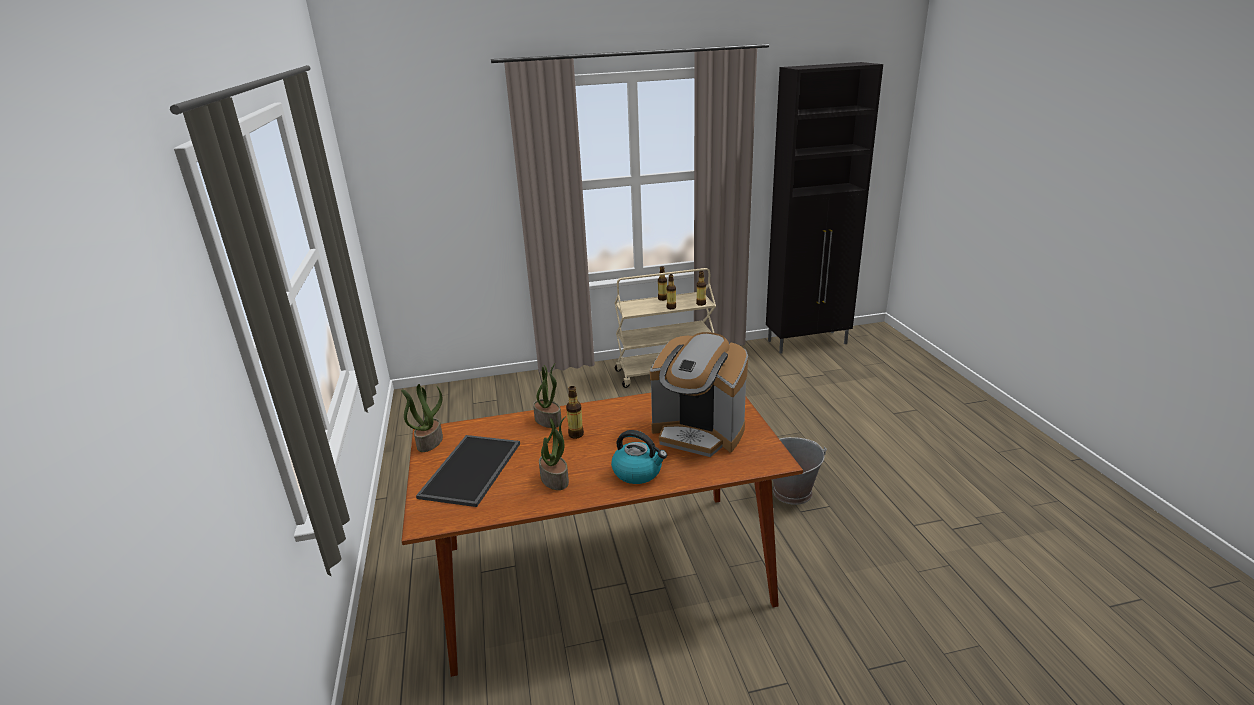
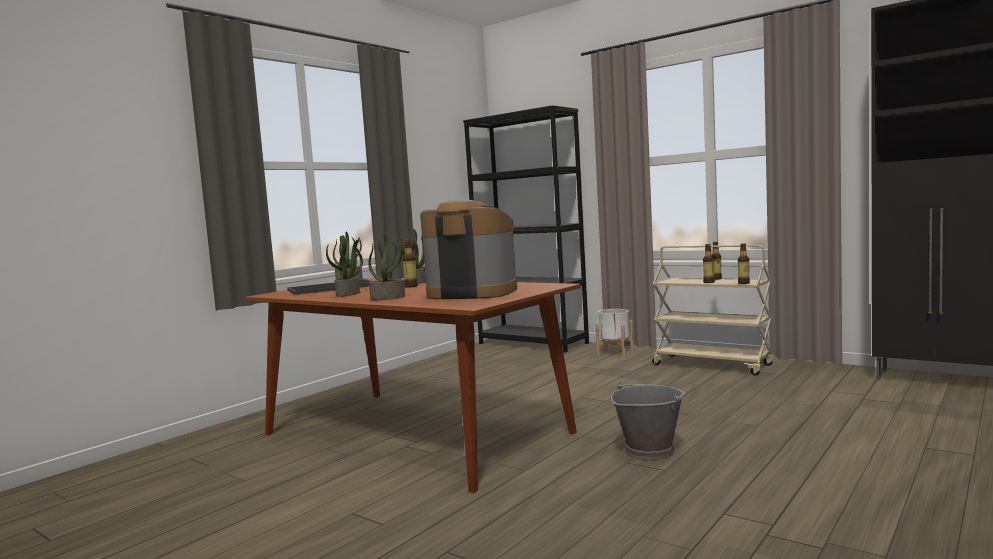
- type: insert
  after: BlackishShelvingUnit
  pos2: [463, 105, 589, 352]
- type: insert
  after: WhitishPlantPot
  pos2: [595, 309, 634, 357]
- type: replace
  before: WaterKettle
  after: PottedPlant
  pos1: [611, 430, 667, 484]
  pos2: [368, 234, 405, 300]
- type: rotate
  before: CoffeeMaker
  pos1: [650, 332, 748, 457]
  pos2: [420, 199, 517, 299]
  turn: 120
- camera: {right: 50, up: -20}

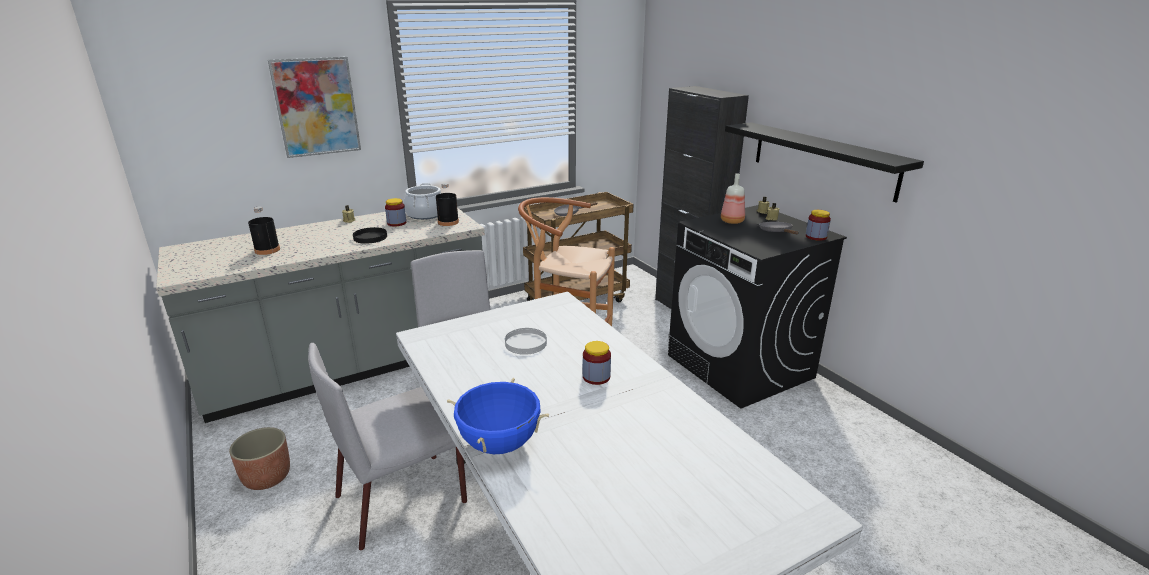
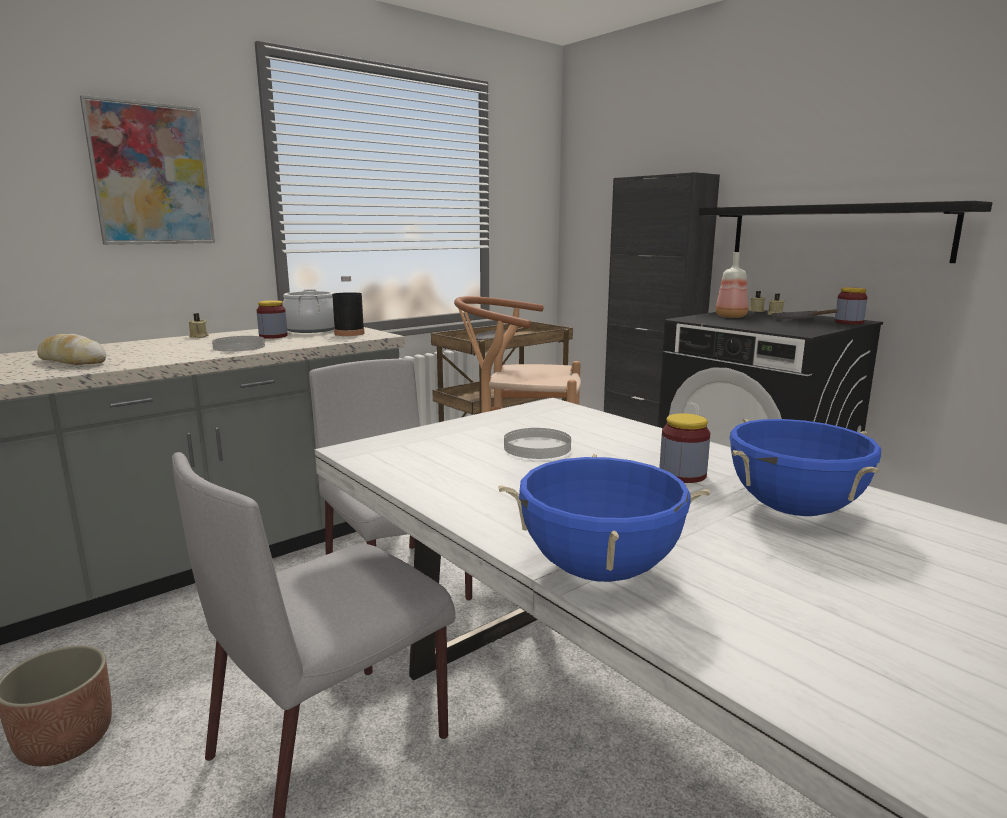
- type: insert
  after: BlueSaucepot
  pos2: [729, 419, 881, 516]
- type: replace
  before: BlackishDrinkBottle
  after: BakedBread
  pos1: [248, 207, 280, 255]
  pos2: [37, 334, 106, 365]
- type: recolor
  before: BlackishPlate
  after: WhitishPlate
  pos1: [353, 227, 387, 244]
  pos2: [212, 336, 265, 352]
- camera: {right: -10, up: -10}

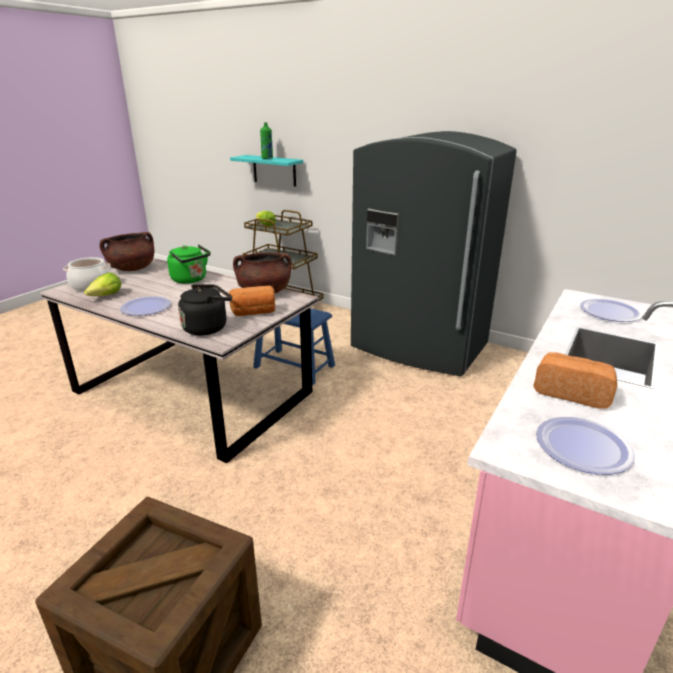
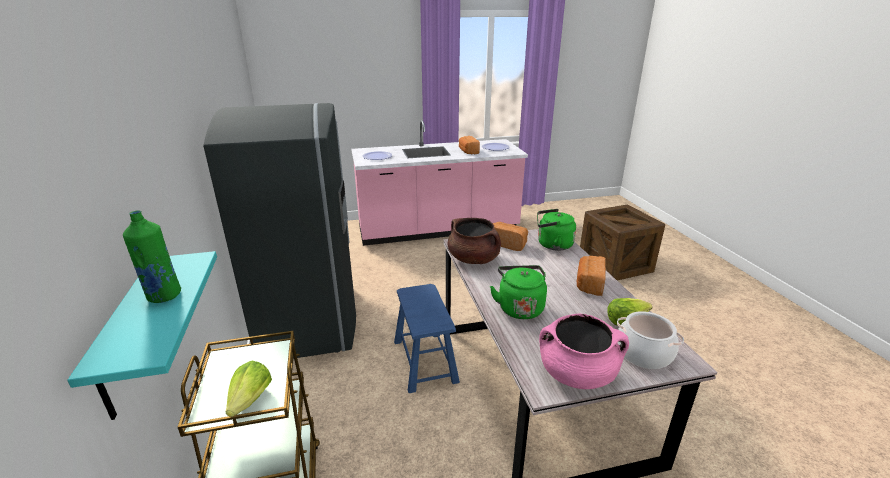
- type: replace
  before: Plate
  after: BakedBread
  pos1: [120, 296, 171, 316]
  pos2: [577, 256, 606, 296]
- type: recolor
  before: BrownishSaucepot
  after: PinkColouredSaucepot
  pos1: [100, 232, 154, 271]
  pos2: [539, 314, 629, 389]
- type: recolor
  before: BlackishWaterKettle
  after: GreenColouredWaterKettle
  pos1: [178, 284, 232, 336]
  pos2: [537, 209, 576, 251]
- camera: {right: -135, up: 0}

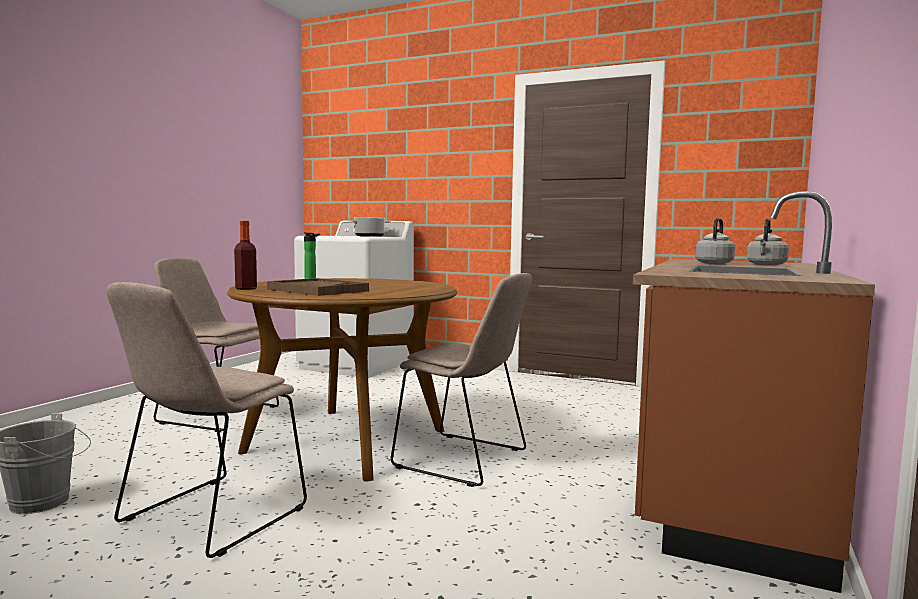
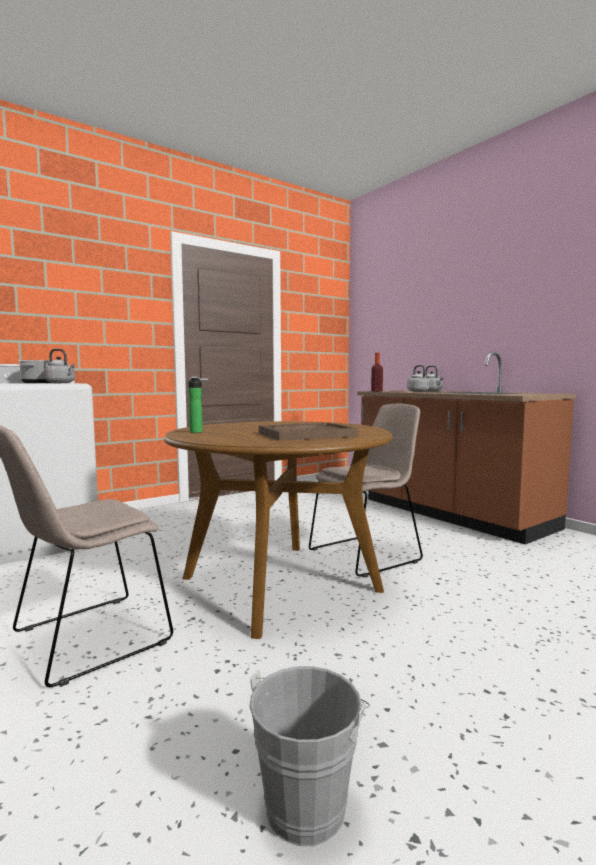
- type: delete
  before: BeigeUprightChair
  pos1: [106, 282, 307, 558]
- type: insert
  after: GrayWaterKettle
  pos2: [44, 349, 75, 383]
- type: move
  before: DrinkBottle
  pos1: [234, 221, 257, 290]
  pos2: [371, 353, 383, 391]
- camera: {right: -60, up: 0}

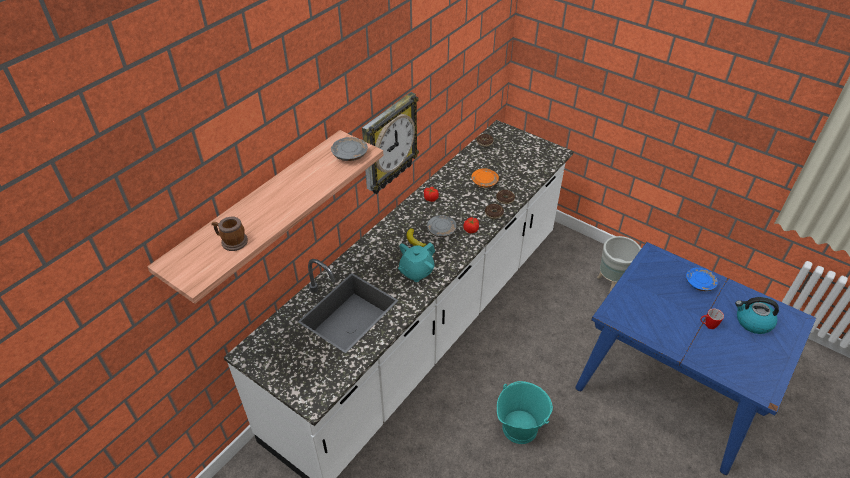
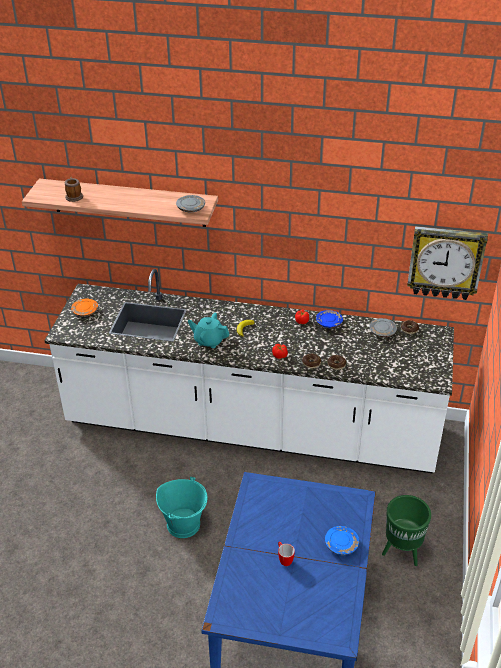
- type: delete
  before: WaterKettle
  pos1: [735, 297, 779, 334]
- type: insert
  after: BluePlate
  pos2: [316, 310, 343, 328]
- type: move
  before: ClockOnTheWall
  pos1: [362, 92, 419, 194]
  pos2: [407, 226, 488, 300]
- type: move
  before: GrayPlate
  pos1: [427, 215, 457, 237]
  pos2: [369, 318, 397, 337]
- type: move
  before: OrangeColouredPlate
  pos1: [472, 168, 499, 188]
  pos2: [71, 299, 98, 317]
- type: recolor
  before: GrayPlantPot
  after: GreenColouredPlantPot
  pos1: [597, 236, 641, 293]
  pos2: [382, 495, 431, 566]
- camera: {right: 65, up: -5}

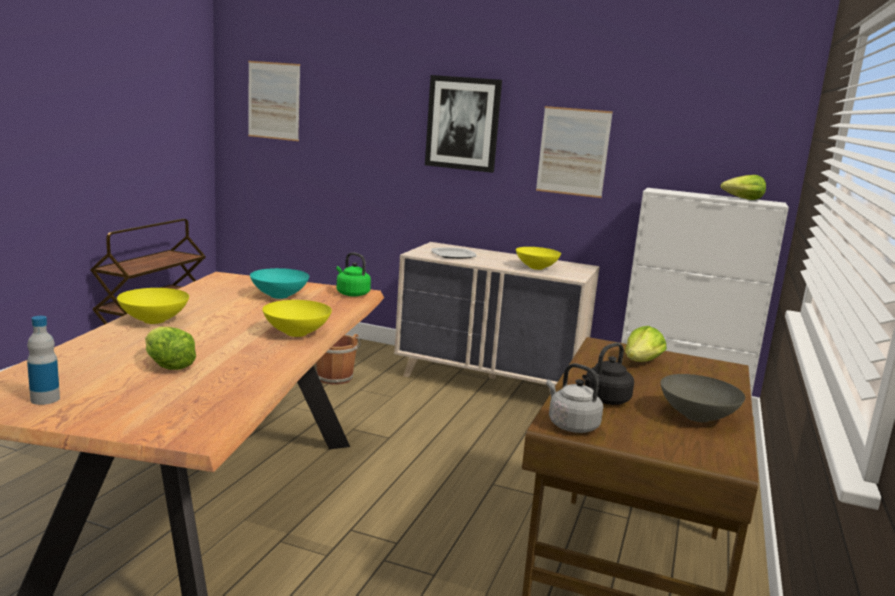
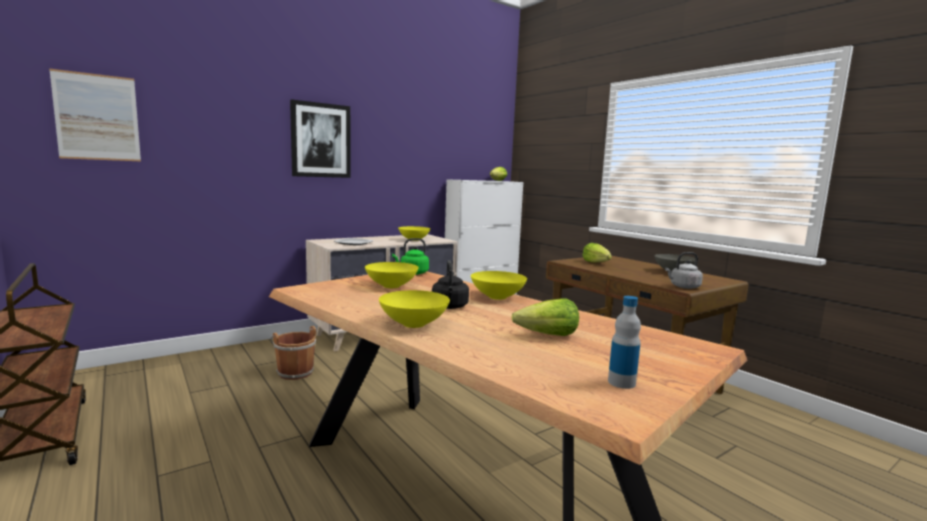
- type: delete
  before: WallArt
  pos1: [536, 106, 613, 198]
- type: move
  before: BlackishWaterKettle
  pos1: [582, 343, 634, 405]
  pos2: [432, 260, 469, 309]
- type: recolor
  before: TurquoiseDeepDish
  after: YellowColouredDeepDish
  pos1: [250, 268, 309, 299]
  pos2: [365, 262, 419, 288]
- camera: {right: -55, up: -5}

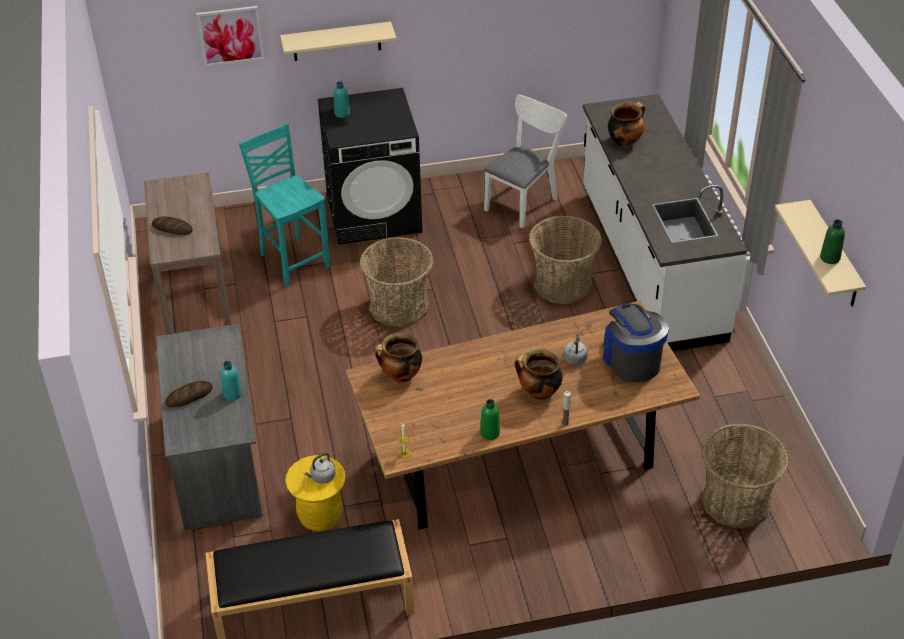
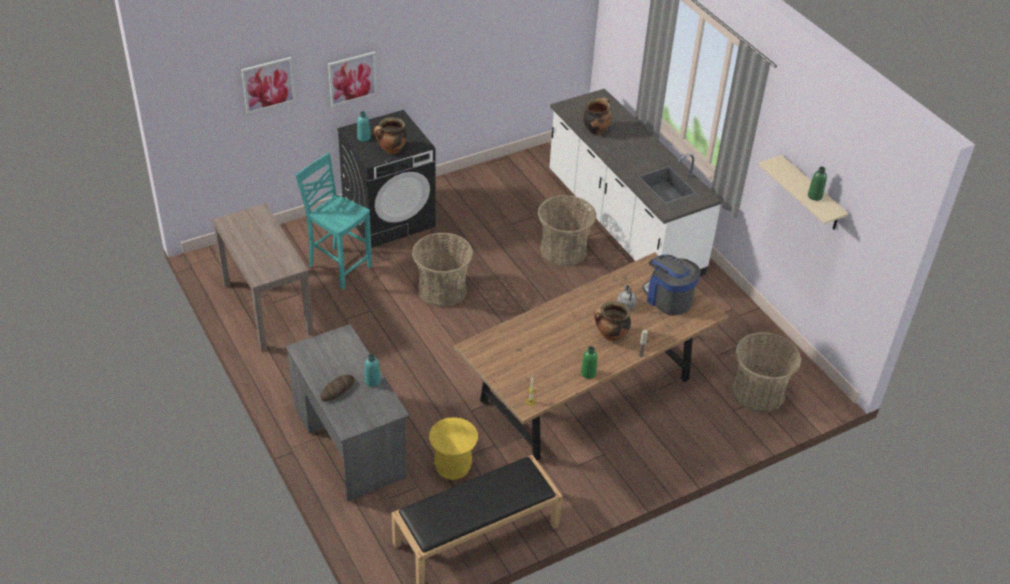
- type: delete
  before: BakedBread
  pos1: [152, 217, 193, 235]
- type: delete
  before: GrayWaterKettle
  pos1: [304, 453, 336, 484]
- type: delete
  before: WhitishUprightChair
  pos1: [484, 95, 567, 228]
- type: move
  before: Saucepot
  pos1: [374, 333, 422, 383]
  pos2: [374, 117, 407, 154]
- type: replace
  before: BeigeBracketShelf
  after: WallArt
  pos1: [280, 21, 397, 61]
  pos2: [328, 52, 377, 107]
- camera: {right: -20, up: 0}

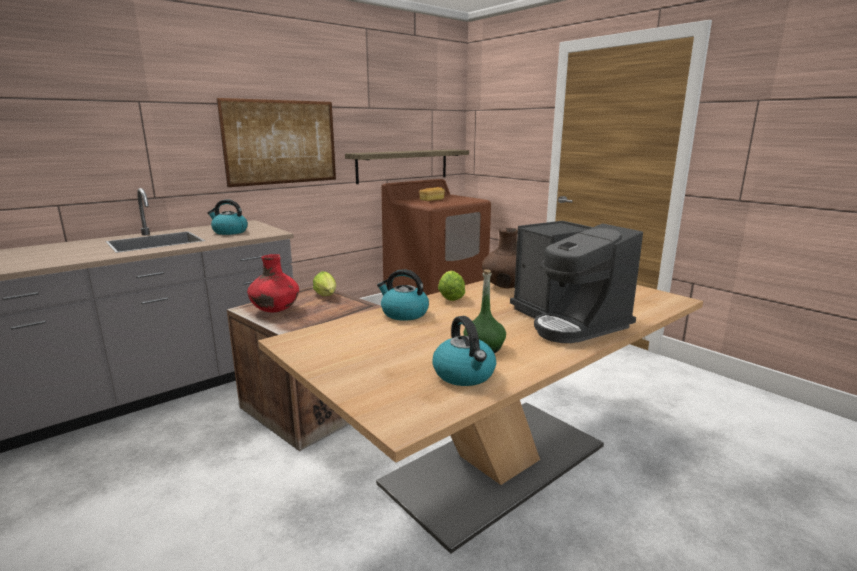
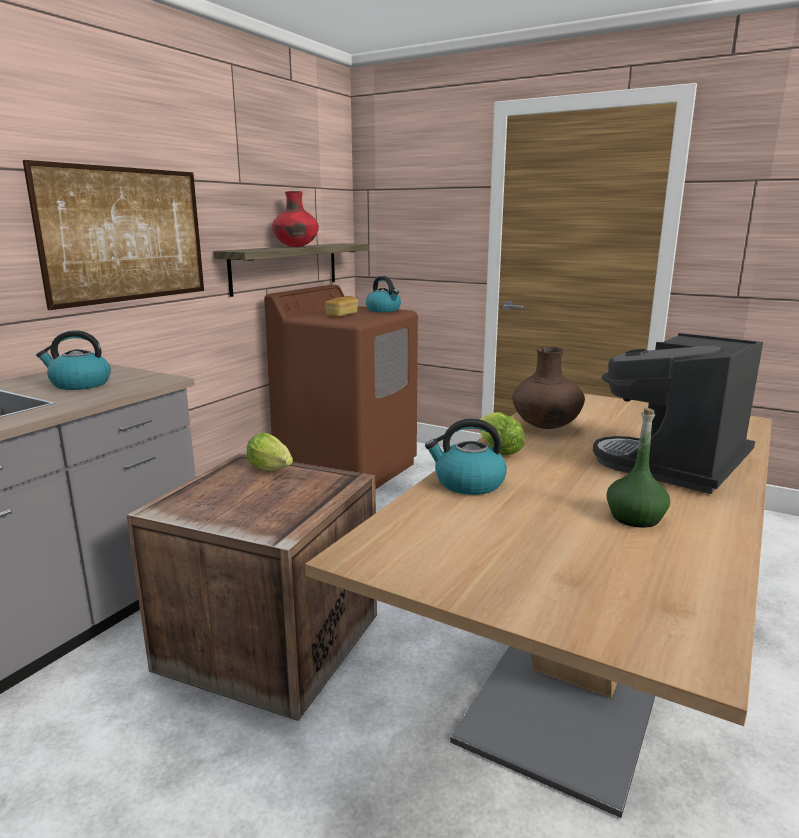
- type: move
  before: ReddishVase
  pos1: [247, 254, 299, 312]
  pos2: [272, 191, 319, 247]
- type: move
  before: WaterKettle
  pos1: [432, 316, 496, 386]
  pos2: [366, 276, 401, 312]
- type: rotate
  before: CoffeeMaker
  pos1: [510, 221, 643, 343]
  pos2: [593, 333, 763, 494]
  turn: 90
- camera: {right: -20, up: 0}

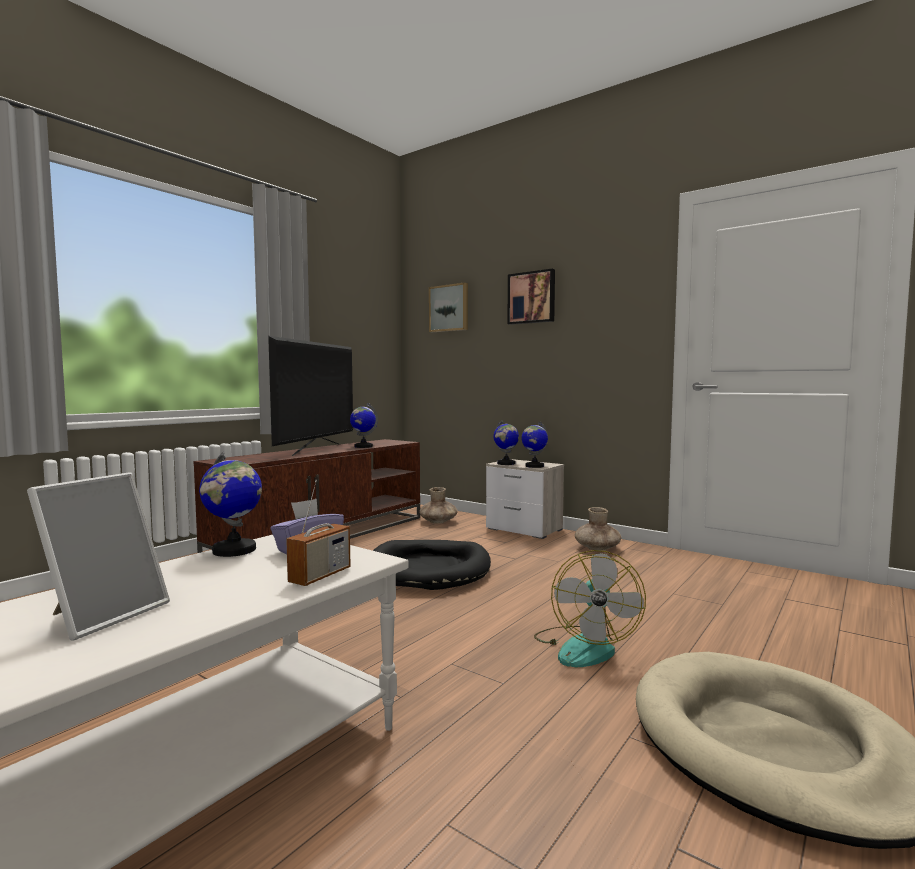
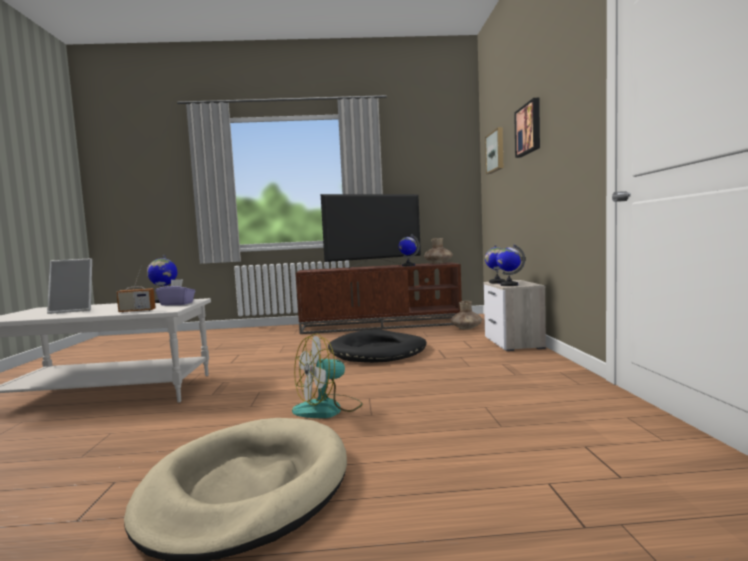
- type: move
  before: BrownishVase
  pos1: [575, 507, 621, 551]
  pos2: [424, 238, 453, 264]
- camera: {right: 50, up: 0}

